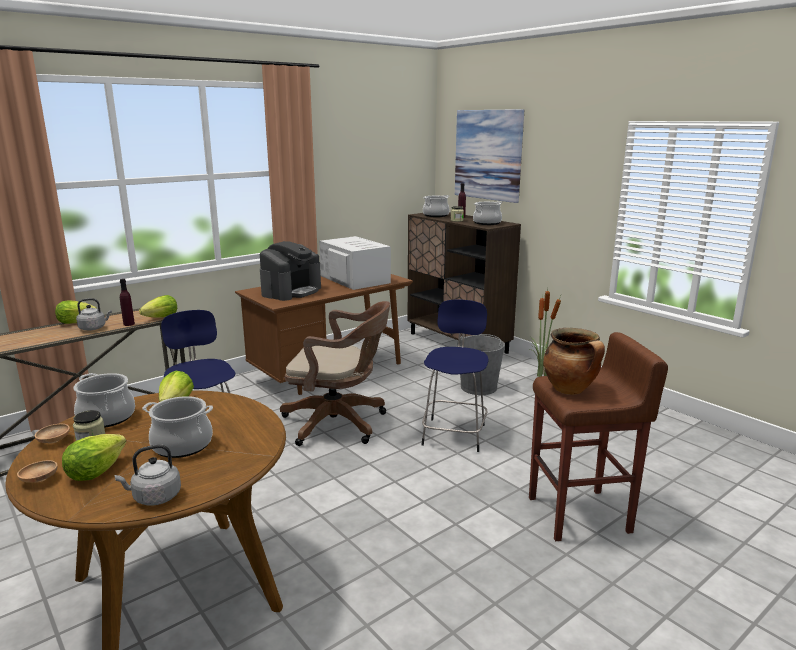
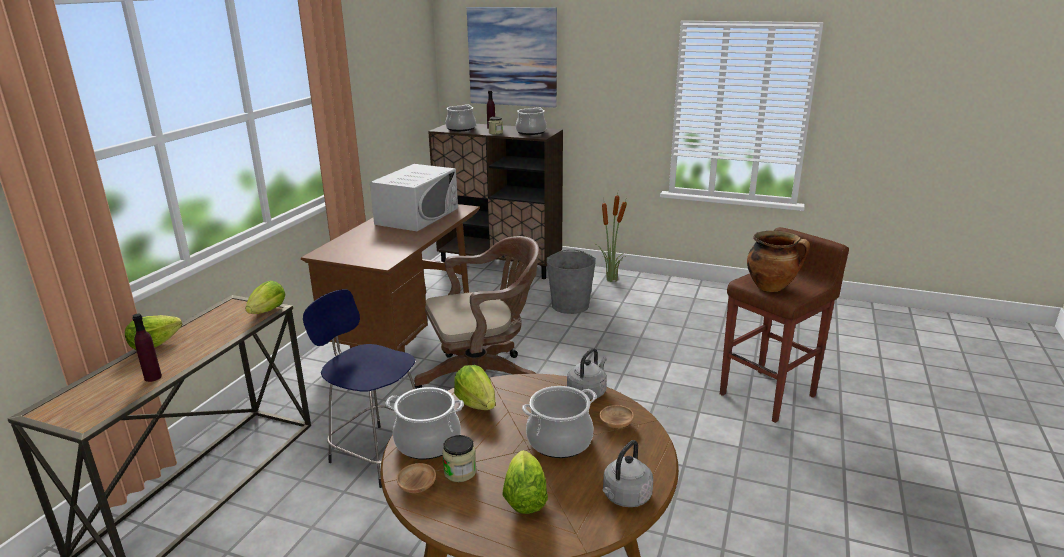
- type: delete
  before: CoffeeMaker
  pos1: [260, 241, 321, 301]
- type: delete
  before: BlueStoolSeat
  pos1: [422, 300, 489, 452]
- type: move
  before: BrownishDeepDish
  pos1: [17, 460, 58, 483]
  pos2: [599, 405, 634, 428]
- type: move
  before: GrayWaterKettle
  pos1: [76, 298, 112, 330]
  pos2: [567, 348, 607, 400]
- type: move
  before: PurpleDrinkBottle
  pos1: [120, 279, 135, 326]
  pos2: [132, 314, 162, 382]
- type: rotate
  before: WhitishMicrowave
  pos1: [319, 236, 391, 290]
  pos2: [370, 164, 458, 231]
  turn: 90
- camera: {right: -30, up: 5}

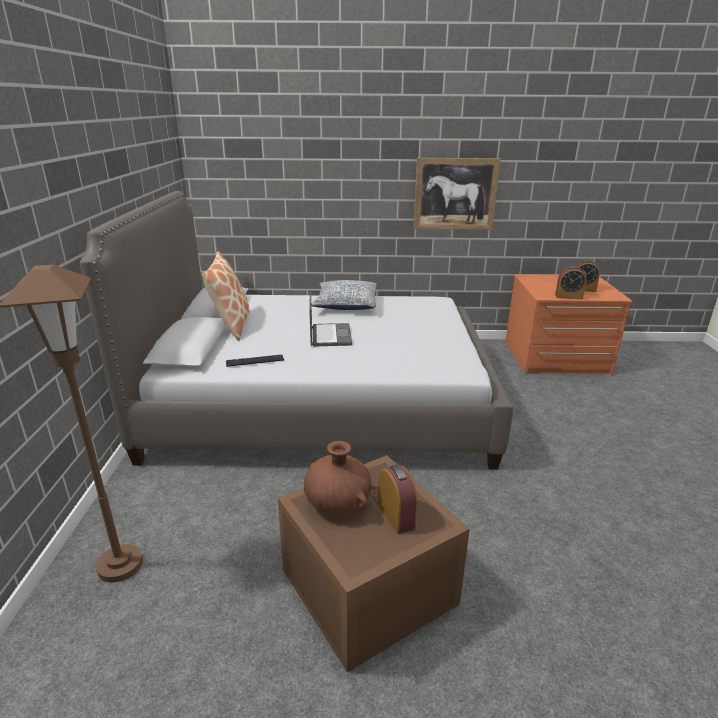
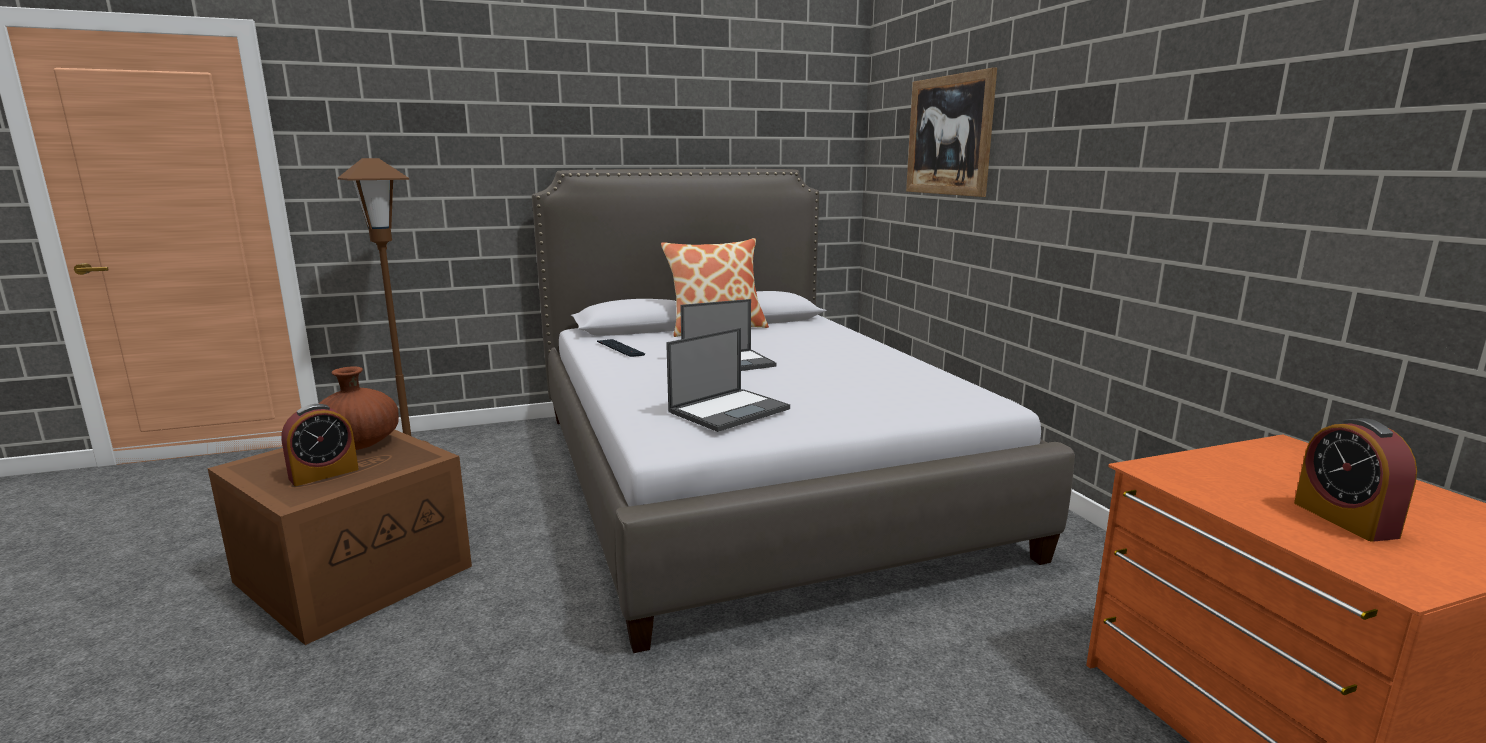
- type: delete
  before: Cushion
  pos1: [311, 280, 377, 310]
- type: delete
  before: AlarmClock
  pos1: [555, 266, 587, 300]
- type: insert
  after: Laptop
  pos2: [666, 328, 790, 432]
- type: move
  before: WallArt
  pos1: [413, 158, 501, 230]
  pos2: [906, 67, 997, 197]
- camera: {right: 70, up: -10}

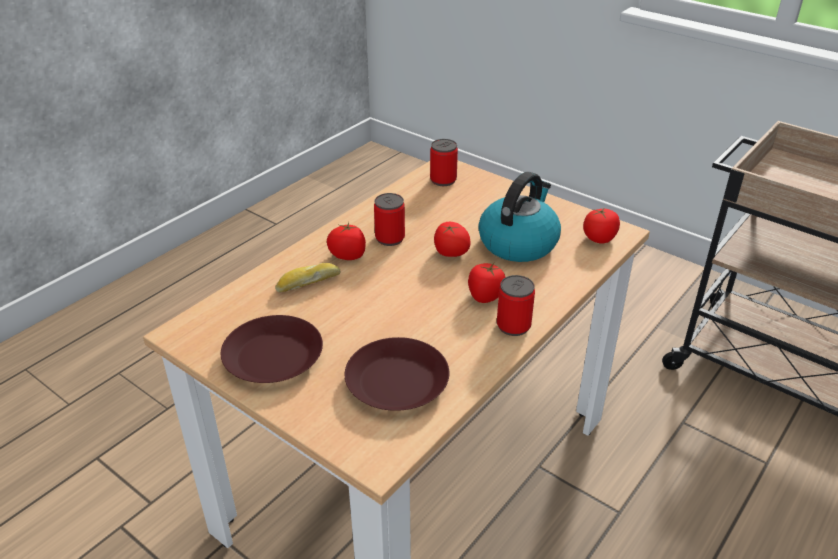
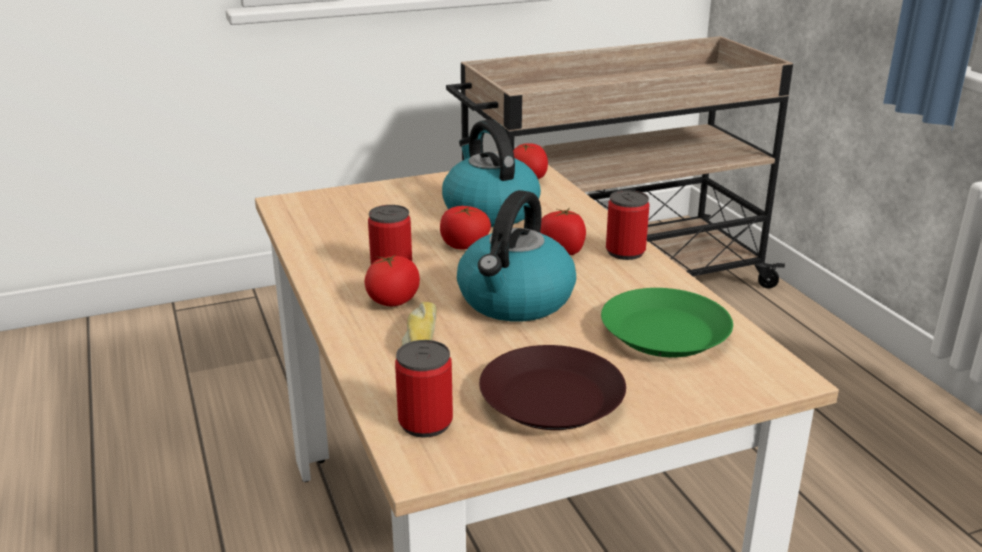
- type: insert
  after: WaterKettle
  pos2: [457, 190, 576, 321]
- type: move
  before: MetalCan
  pos1: [430, 139, 458, 186]
  pos2: [395, 340, 453, 438]
- type: recolor
  before: BrownishPlate
  after: GreenColouredPlate
  pos1: [345, 337, 449, 411]
  pos2: [601, 288, 733, 357]
- camera: {right: -60, up: -10}

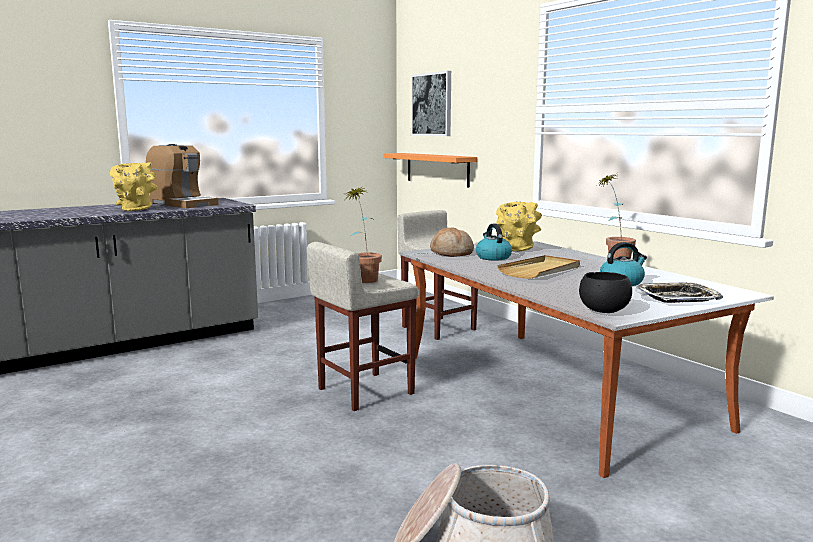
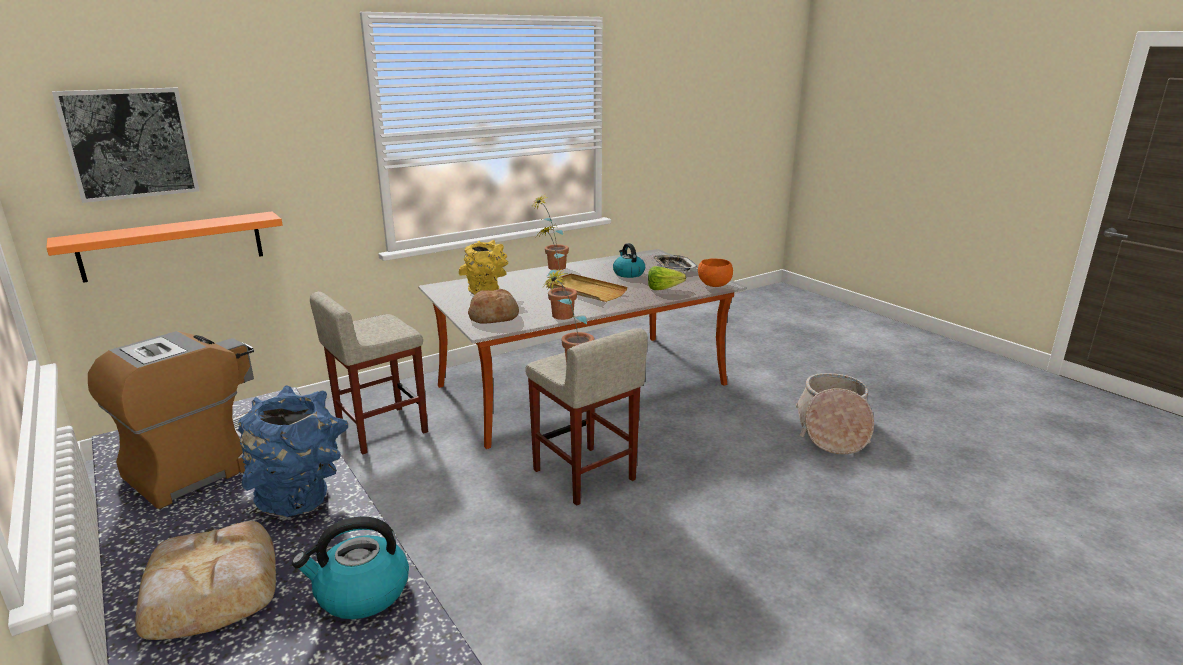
- type: insert
  after: BakedBread
  pos2: [135, 521, 276, 640]
- type: insert
  after: PottedPlant
  pos2: [537, 225, 577, 320]
- type: insert
  after: Lettuce
  pos2: [648, 266, 686, 290]
- type: move
  before: WaterKettle
  pos1: [476, 224, 512, 260]
  pos2: [292, 516, 409, 619]
- type: recolor
  before: YellowColouredVase
  after: BlueVase
  pos1: [110, 163, 158, 211]
  pos2: [238, 385, 348, 518]
- type: recolor
  before: BlackishDeepDish
  after: OrangeColouredDeepDish
  pos1: [579, 272, 632, 313]
  pos2: [698, 259, 733, 287]
- camera: {right: -90, up: 10}

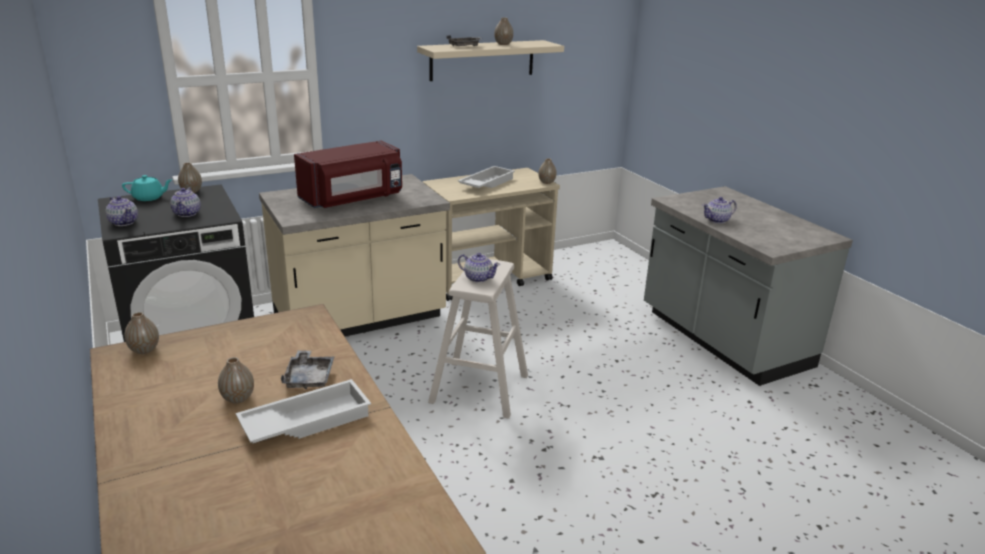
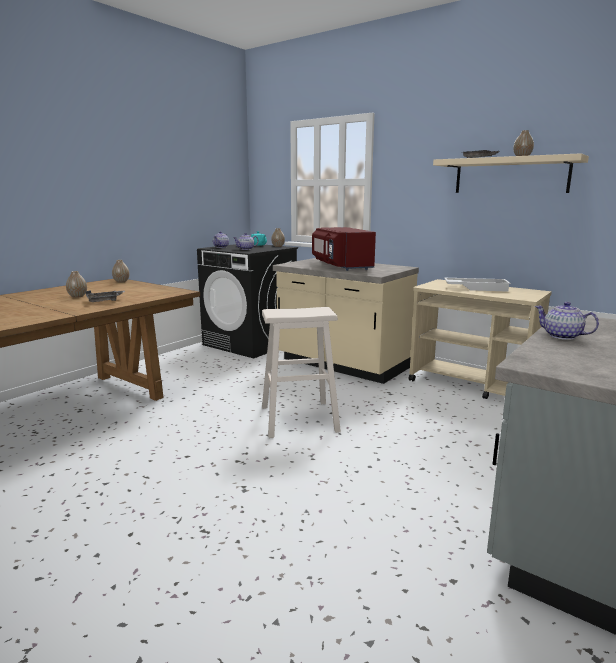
- type: delete
  before: WhitishTray
  pos1: [235, 379, 371, 443]
- type: delete
  before: TeaPot
  pos1: [458, 253, 500, 283]
- type: delete
  before: Vase
  pos1: [538, 158, 557, 184]
- type: rotate
  before: ReddishMicrowave
  pos1: [294, 140, 402, 208]
  pos2: [312, 227, 376, 271]
  turn: 45
- camera: {right: 65, up: -10}

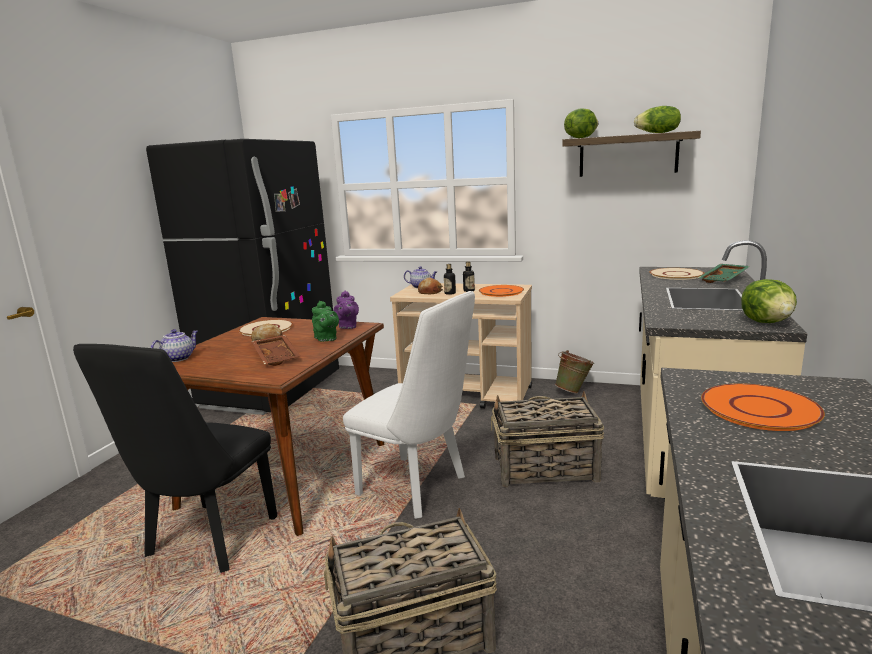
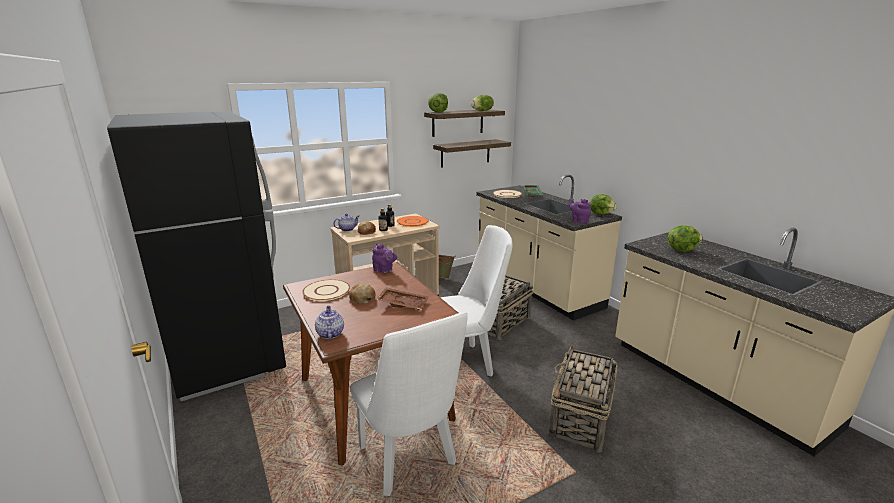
- type: delete
  before: GreenColouredTeaPot
  pos1: [312, 301, 339, 342]
- type: insert
  after: BracketShelf
  pos2: [433, 139, 511, 168]
- type: insert
  after: PurpleTeaPot
  pos2: [568, 199, 591, 223]
- type: replace
  before: OrangeColouredPlate
  after: Lettuce
  pos1: [701, 383, 825, 431]
  pos2: [668, 225, 703, 251]
- type: recolor
  before: BlackishUprightChair
  after: WhitishUprightChair
  pos1: [73, 344, 277, 573]
  pos2: [350, 312, 468, 496]
- camera: {right: -50, up: 5}

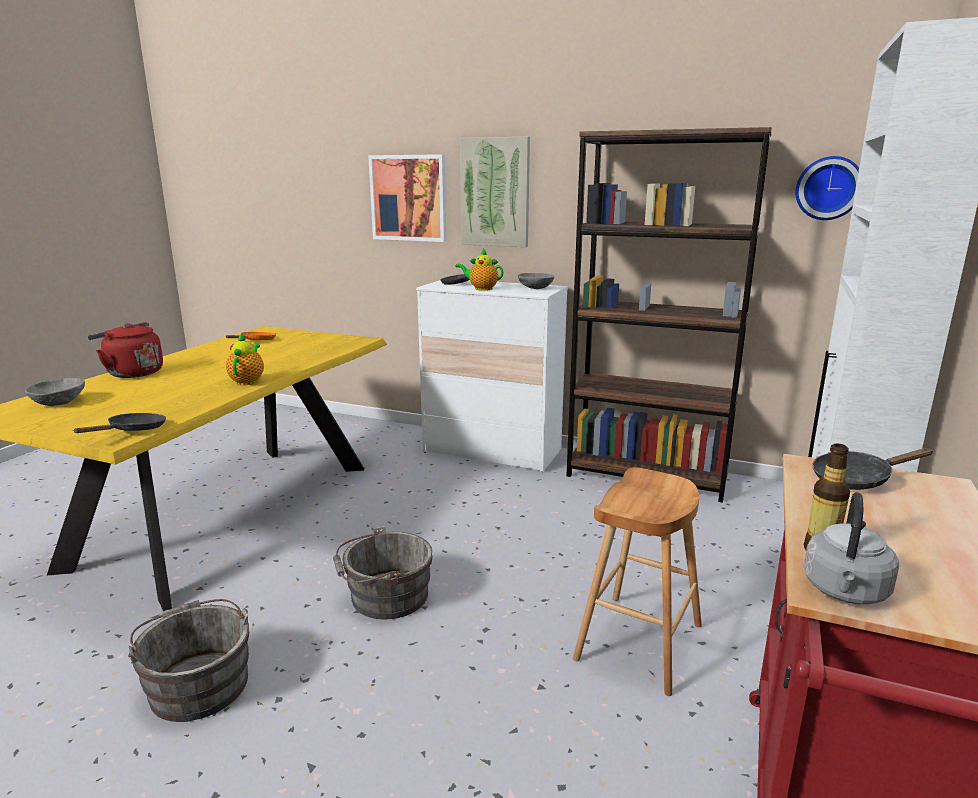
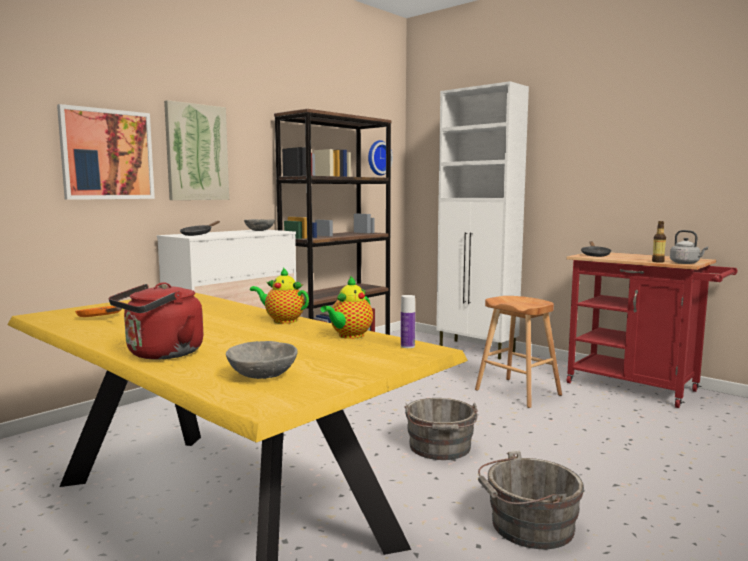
- type: move
  before: TeaPot
  pos1: [455, 249, 503, 291]
  pos2: [320, 276, 373, 339]
- type: replace
  before: BlackishSkillet
  after: DrinkBottle
  pos1: [73, 413, 166, 433]
  pos2: [401, 295, 415, 348]
- camera: {right: -70, up: -10}

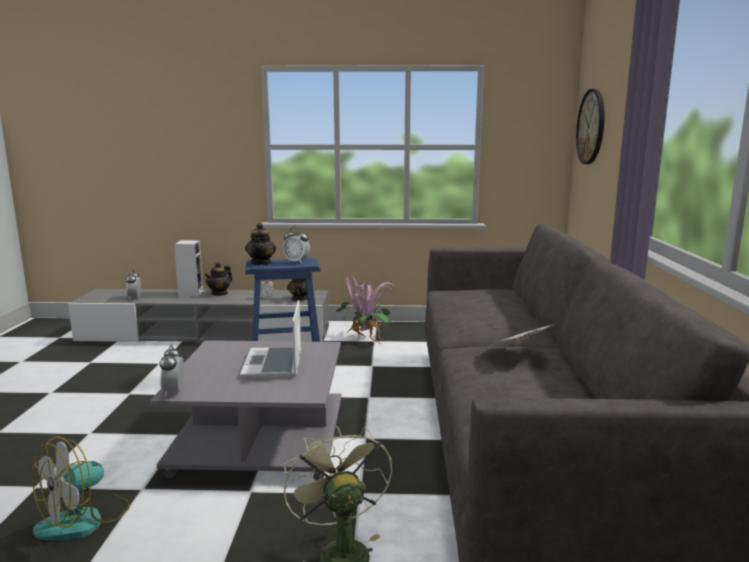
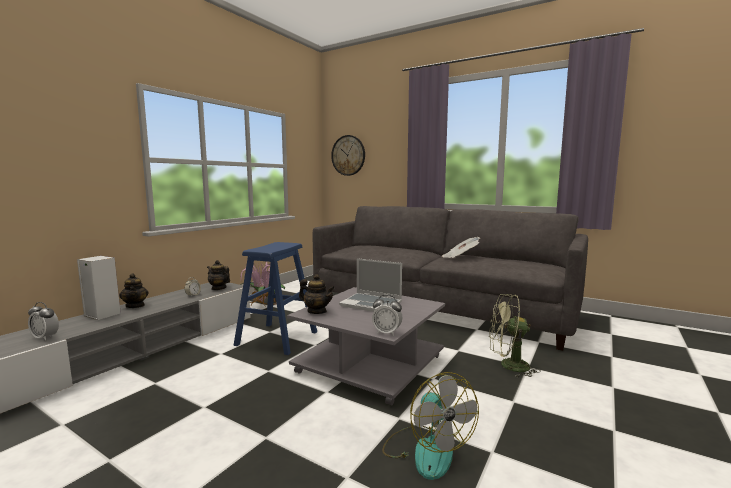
- type: delete
  before: AlarmClock
  pos1: [283, 227, 310, 263]
- type: move
  before: TeaPot
  pos1: [245, 223, 276, 265]
  pos2: [299, 274, 335, 314]
- camera: {right: -60, up: -5}

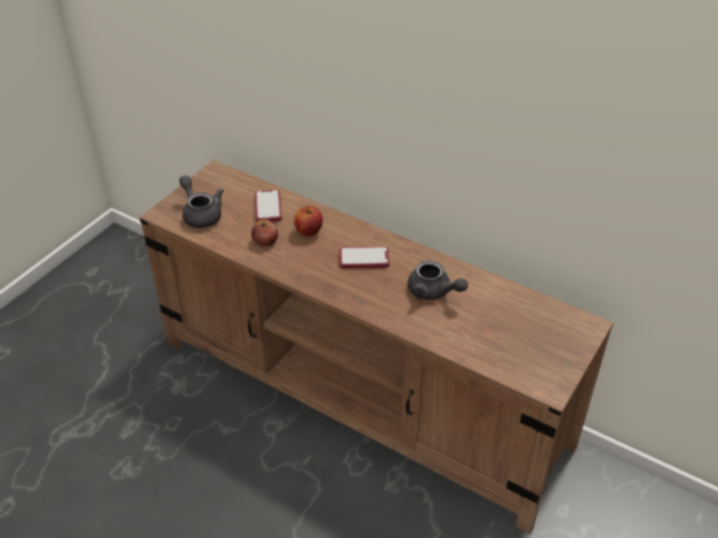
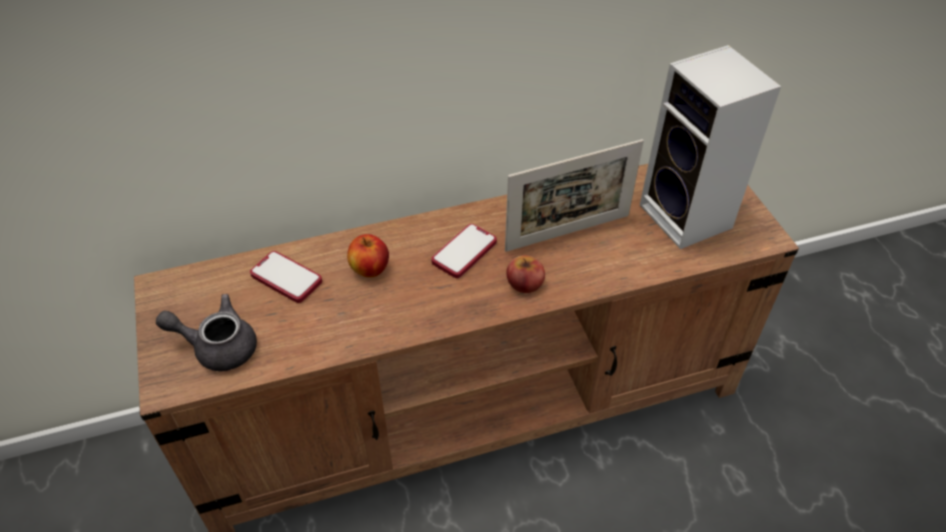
- type: insert
  after: Loudspeaker
  pos2: [640, 45, 781, 249]
- type: move
  before: AppleFruit
  pos1: [251, 220, 278, 247]
  pos2: [507, 255, 545, 293]
- type: replace
  before: GrayTeaPot
  after: PhotoFrame
  pos1: [408, 260, 468, 300]
  pos2: [505, 139, 644, 252]
- camera: {right: -50, up: 5}

